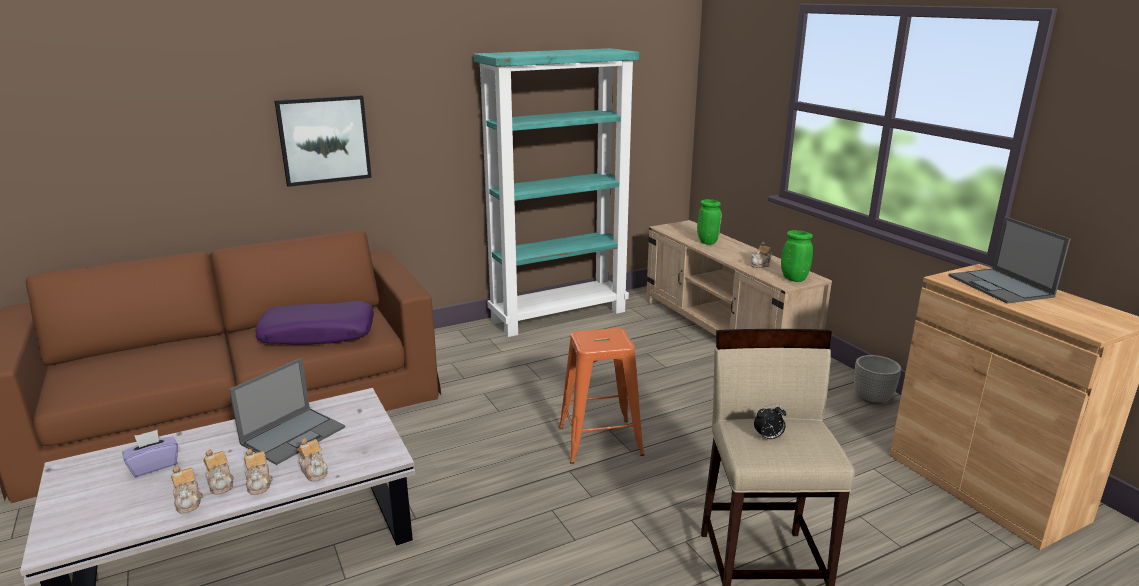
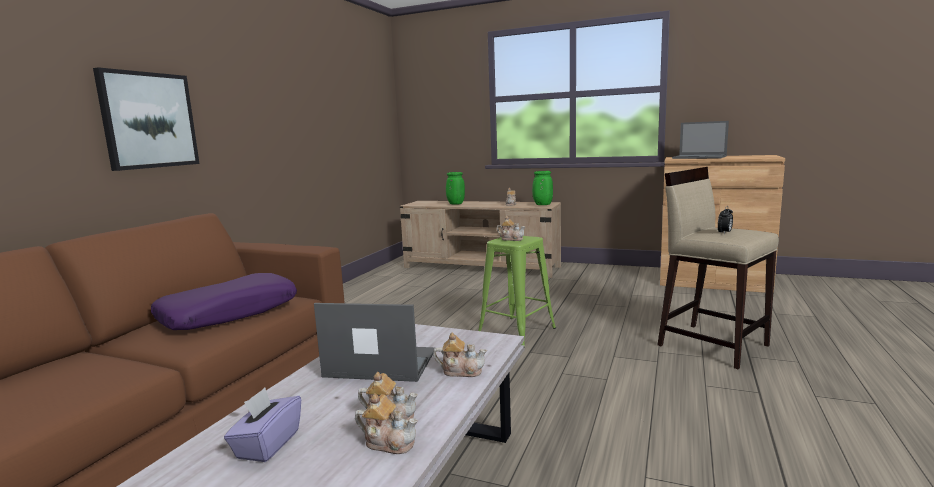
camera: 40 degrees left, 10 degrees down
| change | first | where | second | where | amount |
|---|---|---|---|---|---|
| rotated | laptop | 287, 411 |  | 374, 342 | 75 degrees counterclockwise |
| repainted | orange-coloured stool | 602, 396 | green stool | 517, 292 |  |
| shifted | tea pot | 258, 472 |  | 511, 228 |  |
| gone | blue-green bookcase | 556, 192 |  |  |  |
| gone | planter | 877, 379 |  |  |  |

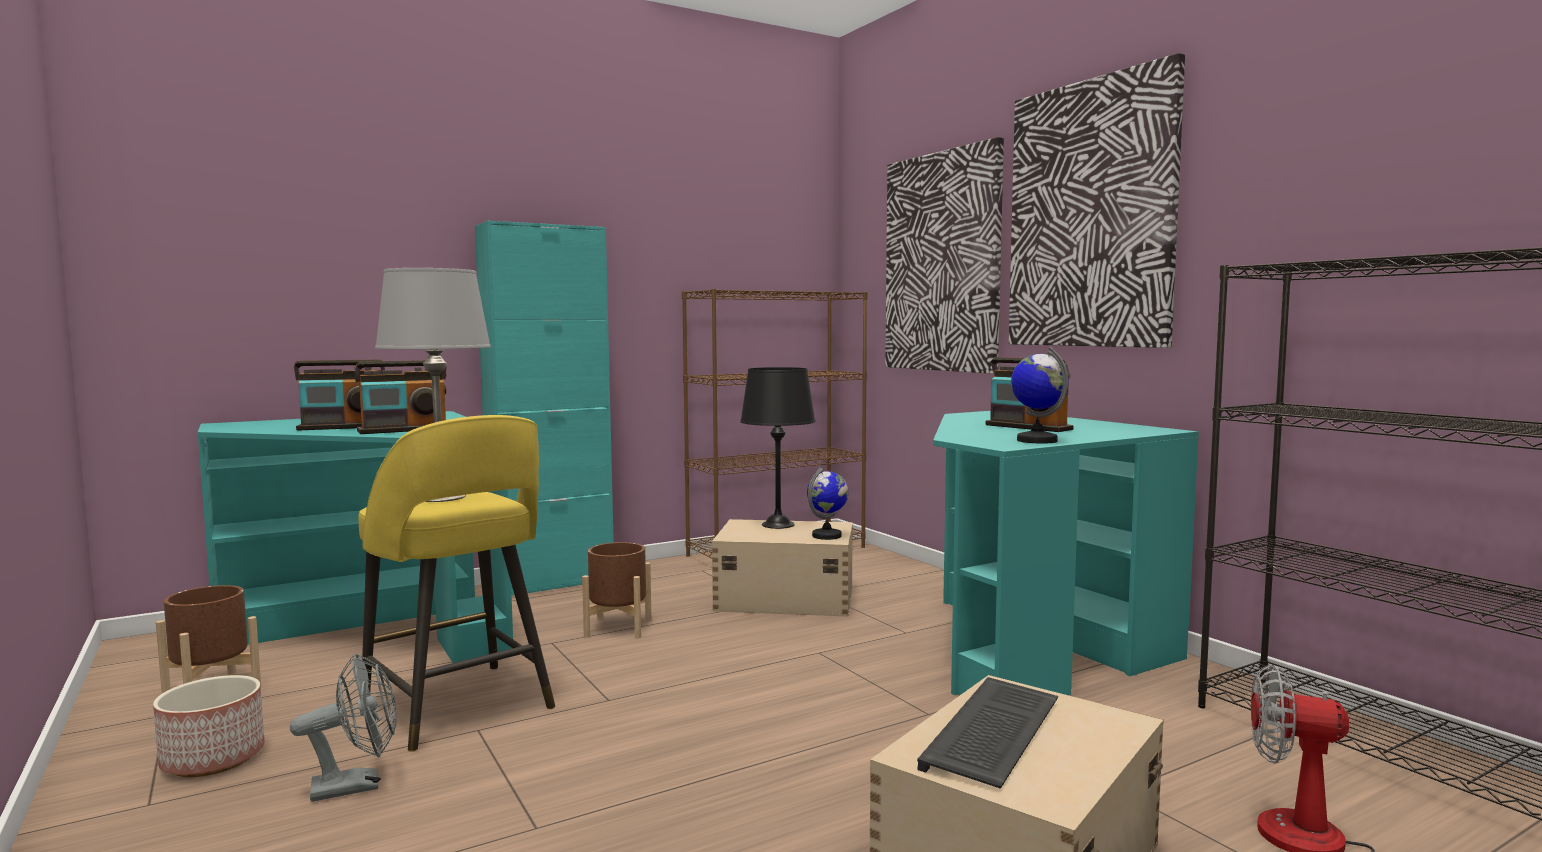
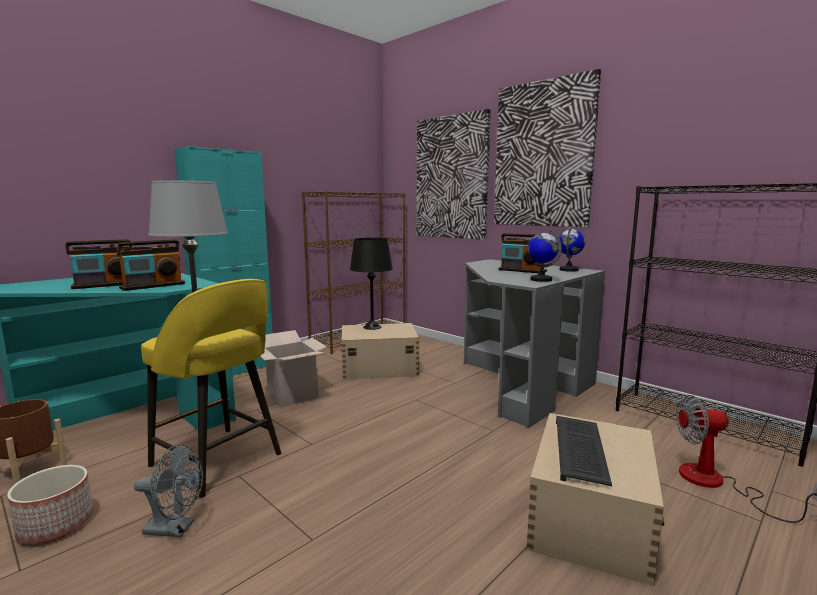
camera: 15 degrees left, 5 degrees up
| change | first | where | second | where | amount |
|---|---|---|---|---|---|
| rotated | greyish electric fan | 343, 727 |  | 168, 490 | 45 degrees clockwise |
| swapped | brown-coloured planter | 616, 590 | carton | 293, 368 |  |
| repainted | blue-green desk unit | 1066, 553 | greyish desk unit | 534, 343 |  |
| shifted | desk globe | 828, 503 |  | 572, 249 |  |

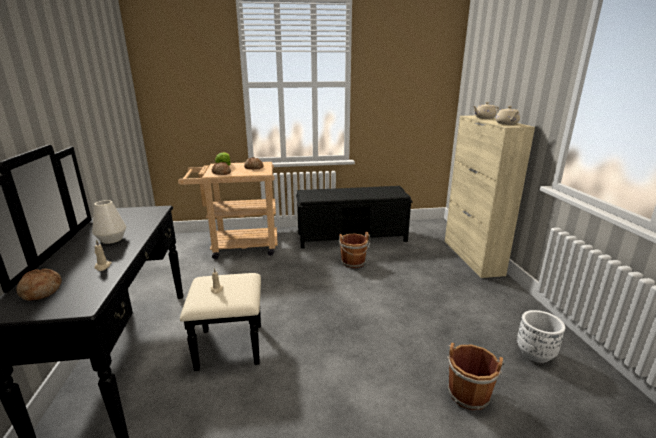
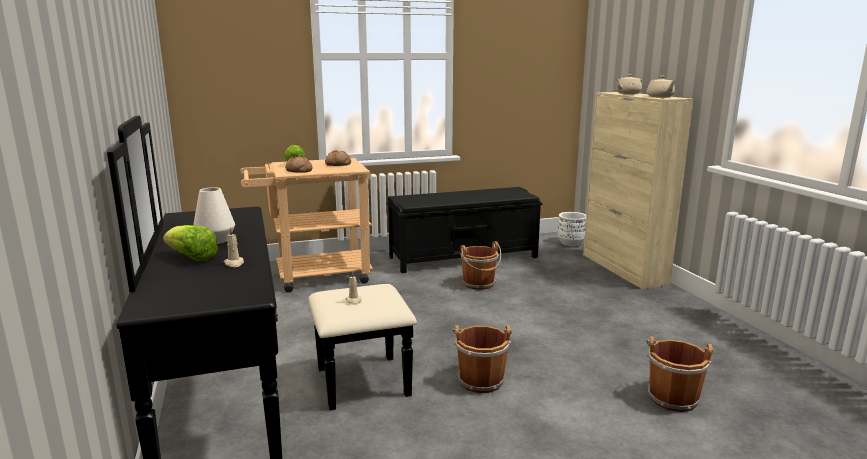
camera: 10 degrees left, 5 degrees down
| change | first | where | second | where | amount |
|---|---|---|---|---|---|
| new |  |  | lettuce head | 190, 243 |  |
| new |  |  | brown-coloured pail | 481, 359 |  |
| shifted | whitish planter | 541, 336 |  | 571, 229 |  |
| gone | baked bread | 39, 284 |  |  |  |

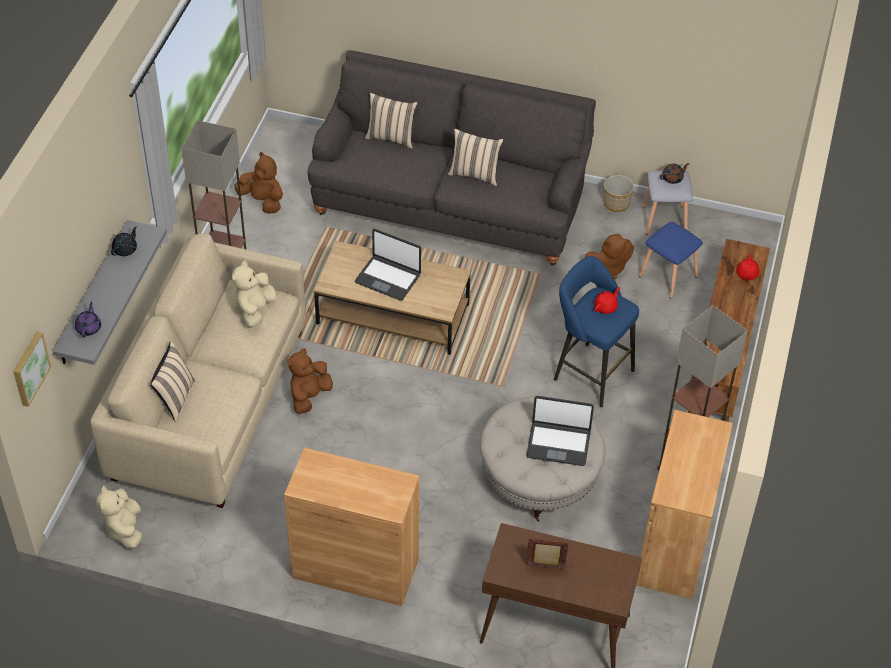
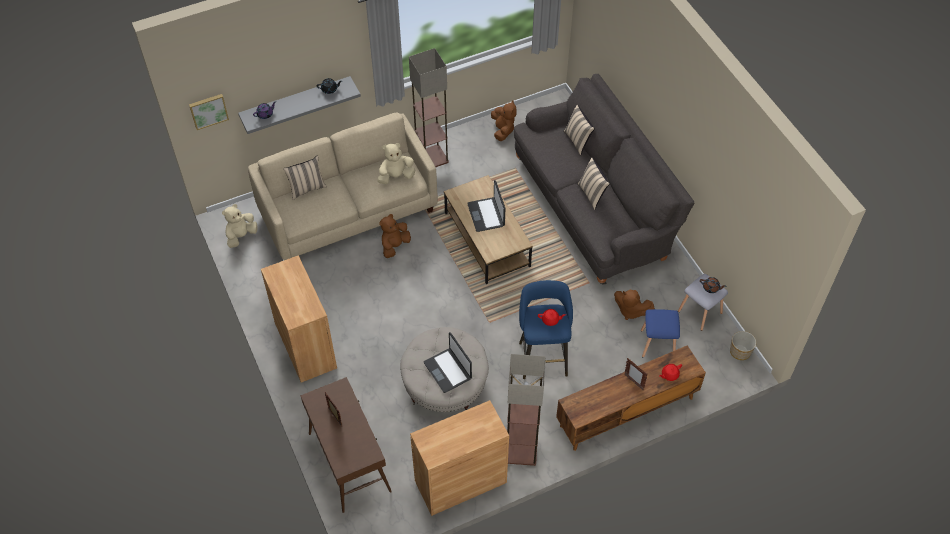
camera: 50 degrees right, 5 degrees up
| change | first | where | second | where | amount |
|---|---|---|---|---|---|
| rotated | brown-coloured plush toy | 310, 381 |  | 395, 236 | 45 degrees counterclockwise |
| new |  |  | picture frame | 636, 374 |  |
| shifted | planter | 619, 193 |  | 743, 345 |  |

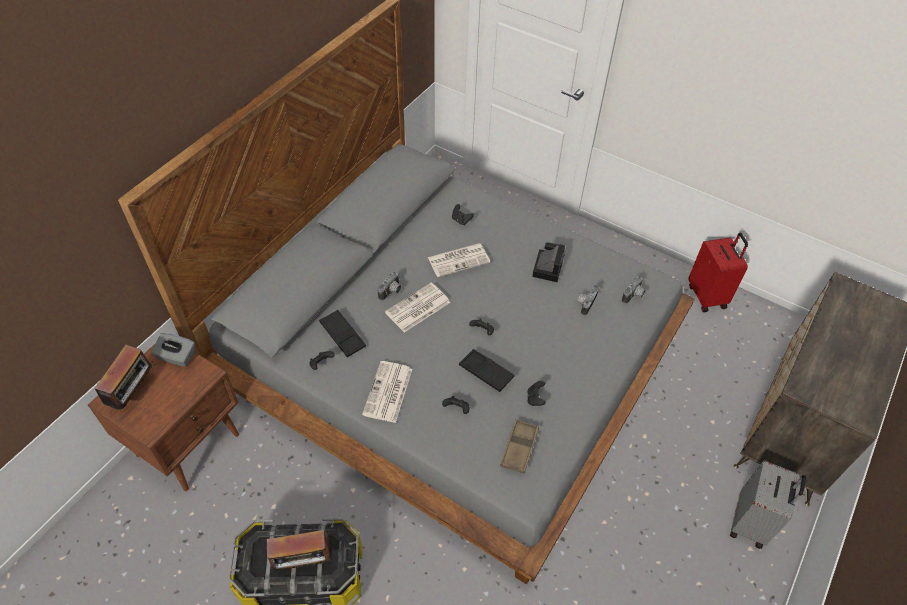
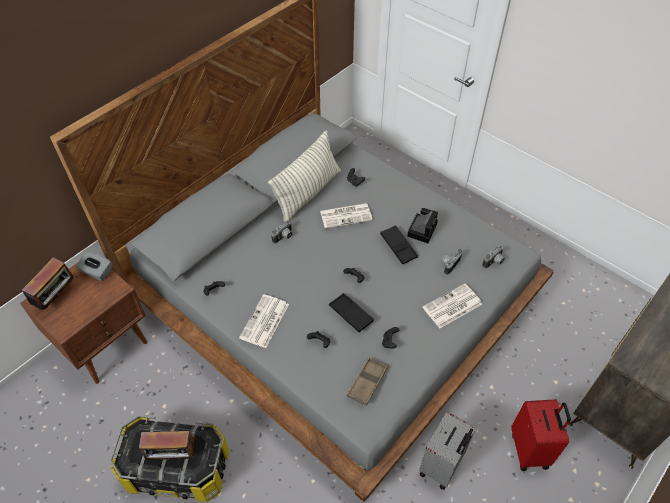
camera: 10 degrees right, 0 degrees up
| change | first | where | second | where | amount |
|---|---|---|---|---|---|
| new |  |  | throw pillow | 304, 175 |  |
| shifted | blackish serving tray | 342, 333 |  | 399, 245 |  |
| shifted | greyish suitcase | 768, 504 |  | 447, 450 |  |
| shifted | newspaper | 417, 307 |  | 452, 306 |  |
| shifted | red-coloured suitcase | 718, 272 |  | 541, 435 |  |

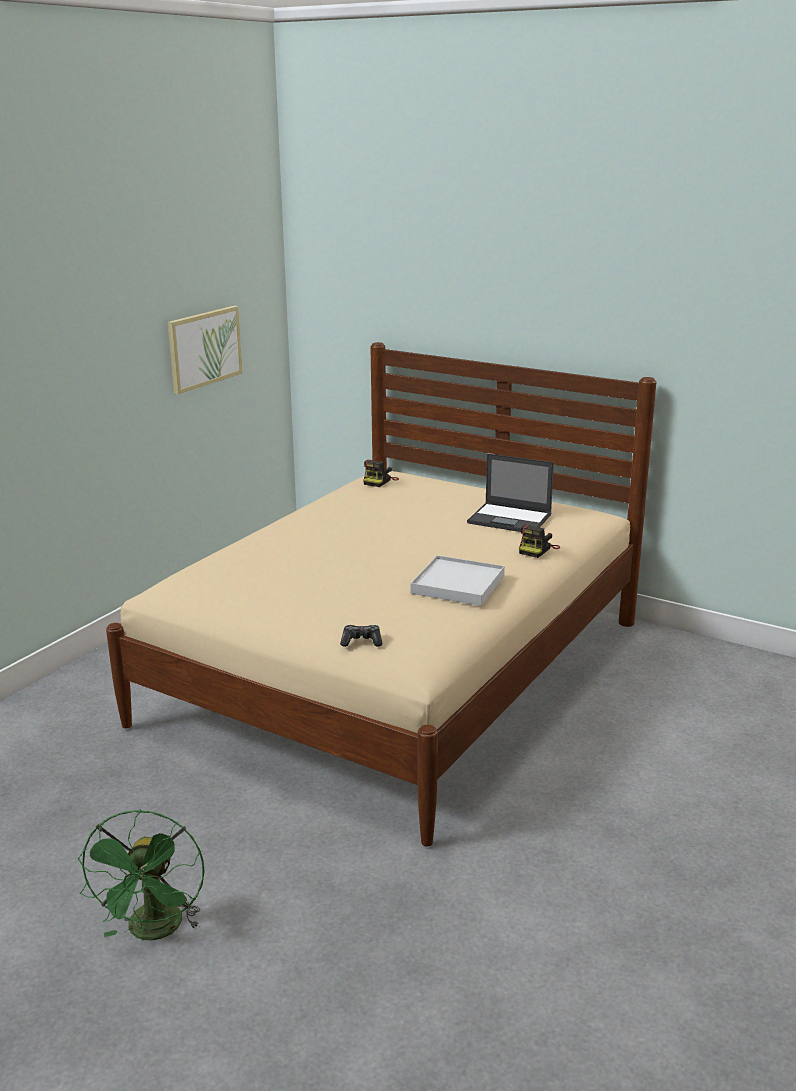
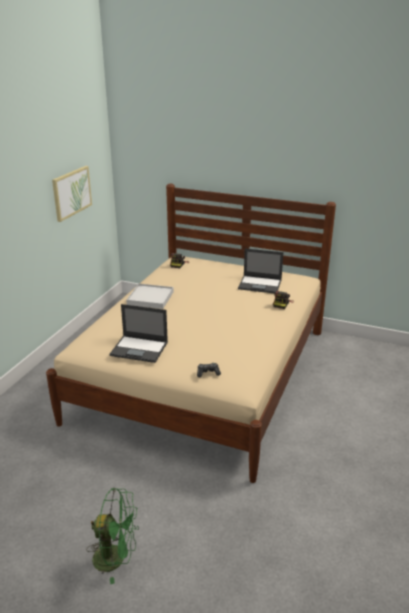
camera: 10 degrees left, 5 degrees up
| change | first | where | second | where | amount |
|---|---|---|---|---|---|
| rotated | green electric fan | 141, 874 |  | 112, 536 | 75 degrees counterclockwise |
| new |  |  | laptop | 138, 333 |  |
| shifted | whitish serving tray | 457, 580 |  | 150, 296 |  |

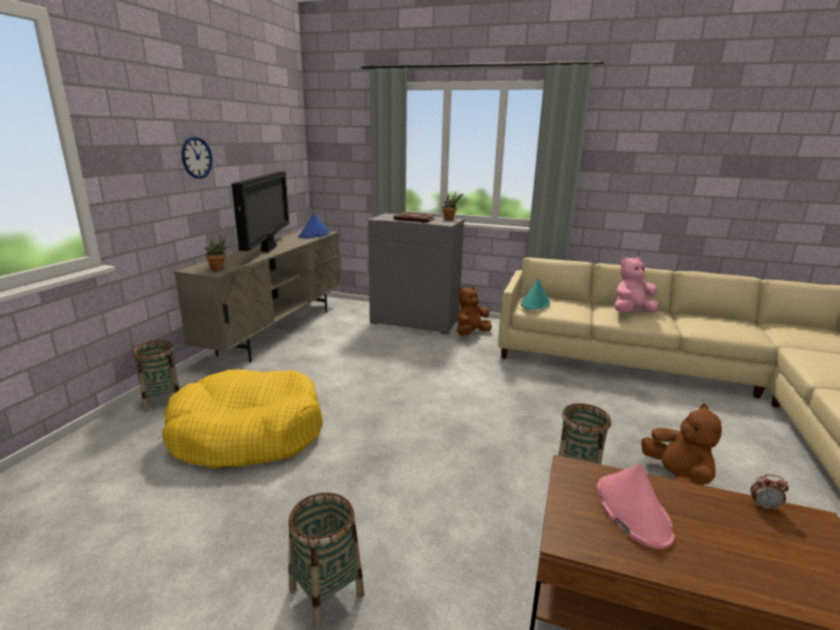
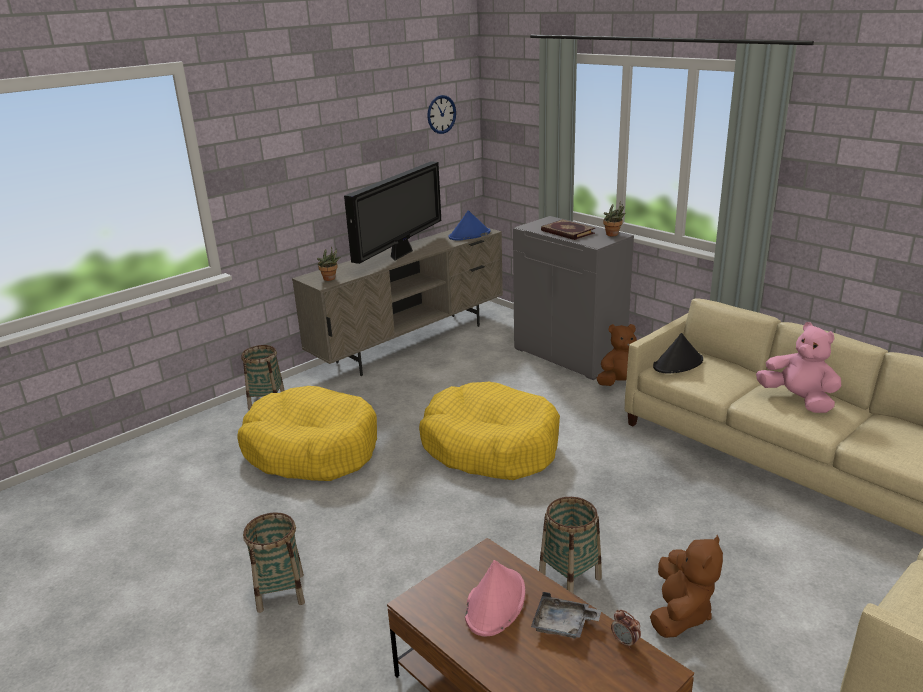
camera: 30 degrees right, 5 degrees up
| change | first | where | second | where | amount |
|---|---|---|---|---|---|
| new |  |  | yellow dog cushion | 489, 431 |  |
| shifted | clock on the wall | 197, 157 |  | 441, 114 |  |
| new |  |  | greyish serving tray | 566, 615 |  |
| repainted | blue-green clothing hat | 535, 294 | blackish clothing hat | 678, 353 |  |
| rotated | pink-coloured plush toy | 636, 284 |  | 798, 367 | 45 degrees clockwise |

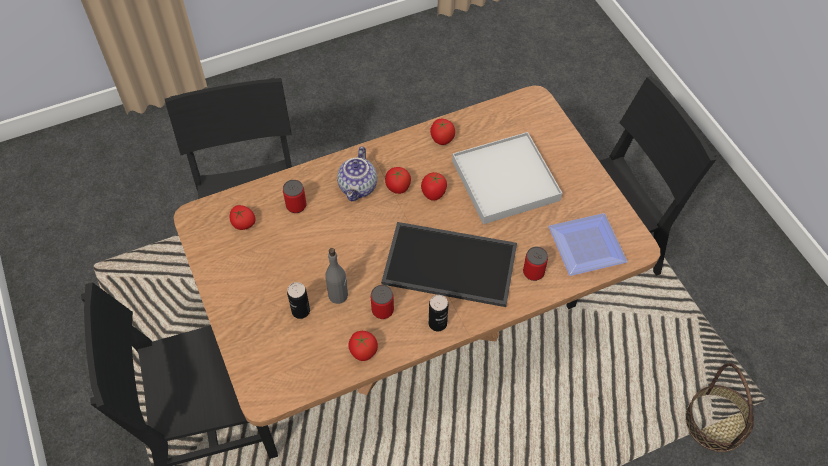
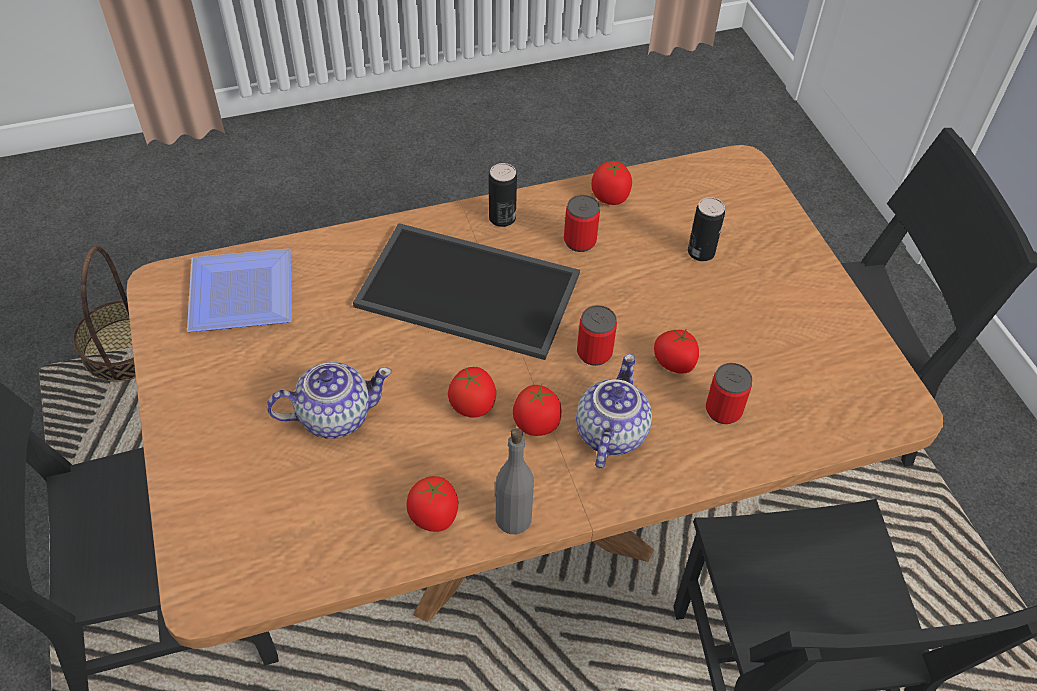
camera: 175 degrees left, 5 degrees down
| change | first | where | second | where | amount |
|---|---|---|---|---|---|
| swapped | whitish serving tray | 507, 178 | tea pot | 329, 400 |  |
| shifted | greyish bottle | 336, 276 |  | 514, 481 |  |
| shifted | can | 535, 264 |  | 597, 335 |  |
| shifted | whole tomato | 243, 217 |  | 676, 351 |  |

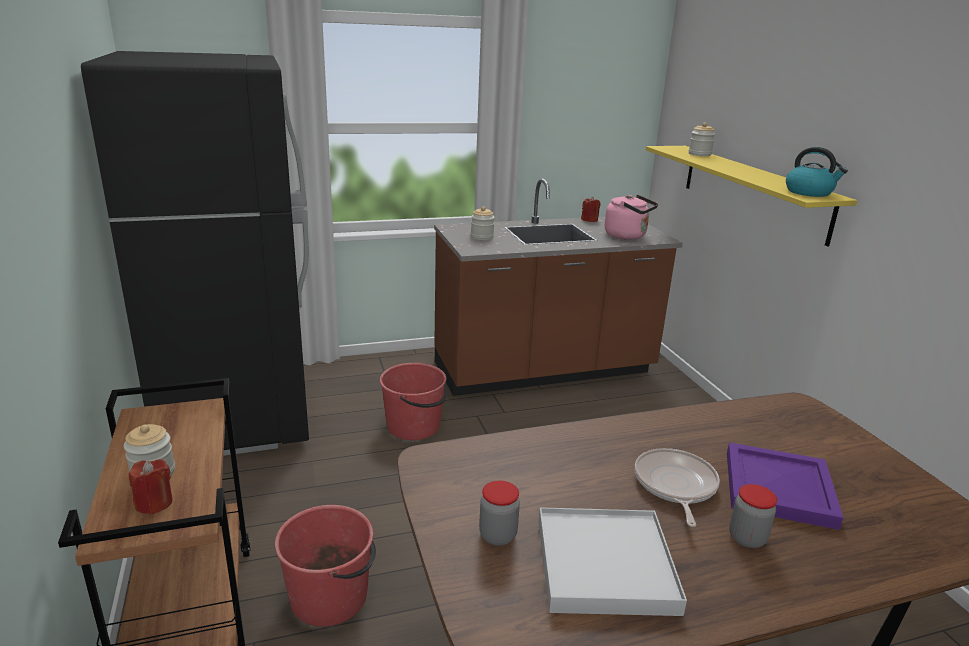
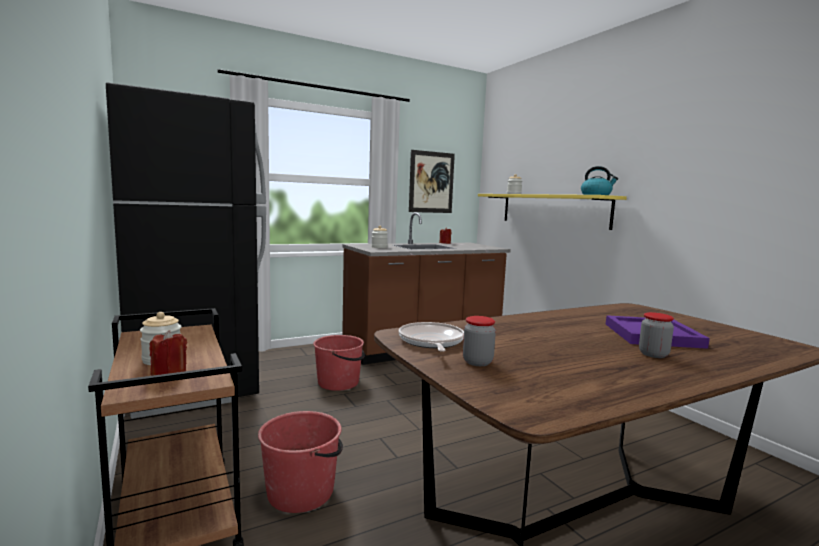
camera: 10 degrees left, 15 degrees down
| change | first | where | second | where | amount |
|---|---|---|---|---|---|
| shifted | frying pan | 677, 487 |  | 431, 337 |  |
| new |  |  | wall picture | 432, 181 |  |
| gone | whitish serving tray | 612, 561 |  |  |  |
| gone | pink-coloured tea kettle | 631, 217 |  |  |  |

